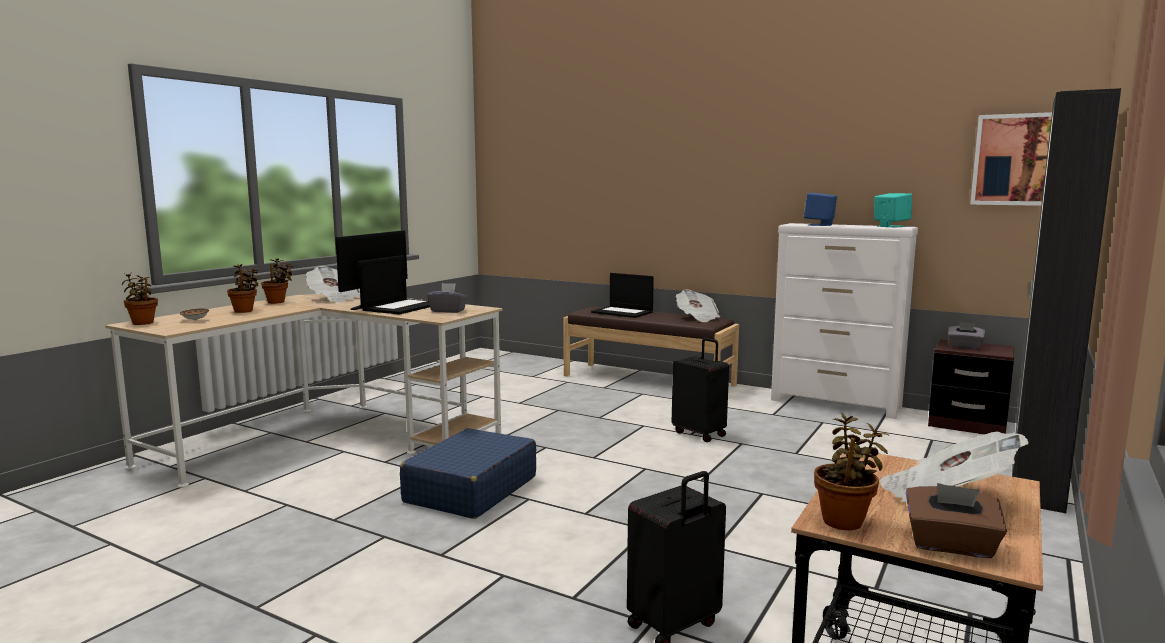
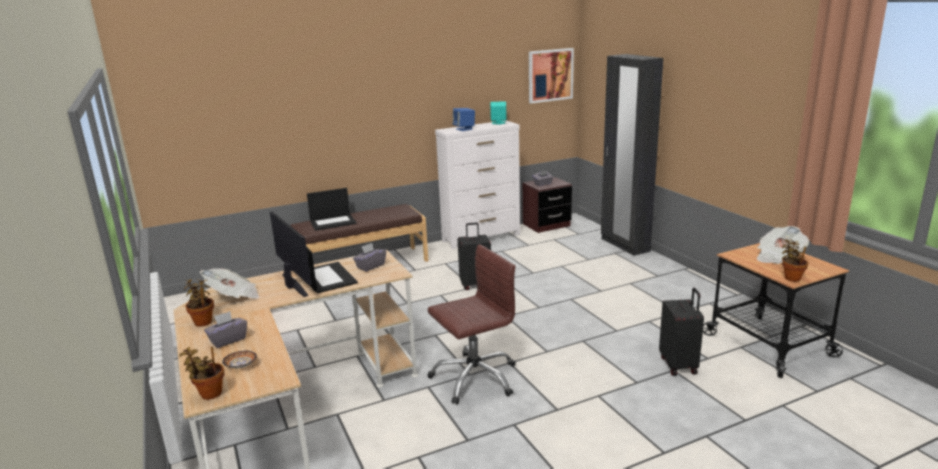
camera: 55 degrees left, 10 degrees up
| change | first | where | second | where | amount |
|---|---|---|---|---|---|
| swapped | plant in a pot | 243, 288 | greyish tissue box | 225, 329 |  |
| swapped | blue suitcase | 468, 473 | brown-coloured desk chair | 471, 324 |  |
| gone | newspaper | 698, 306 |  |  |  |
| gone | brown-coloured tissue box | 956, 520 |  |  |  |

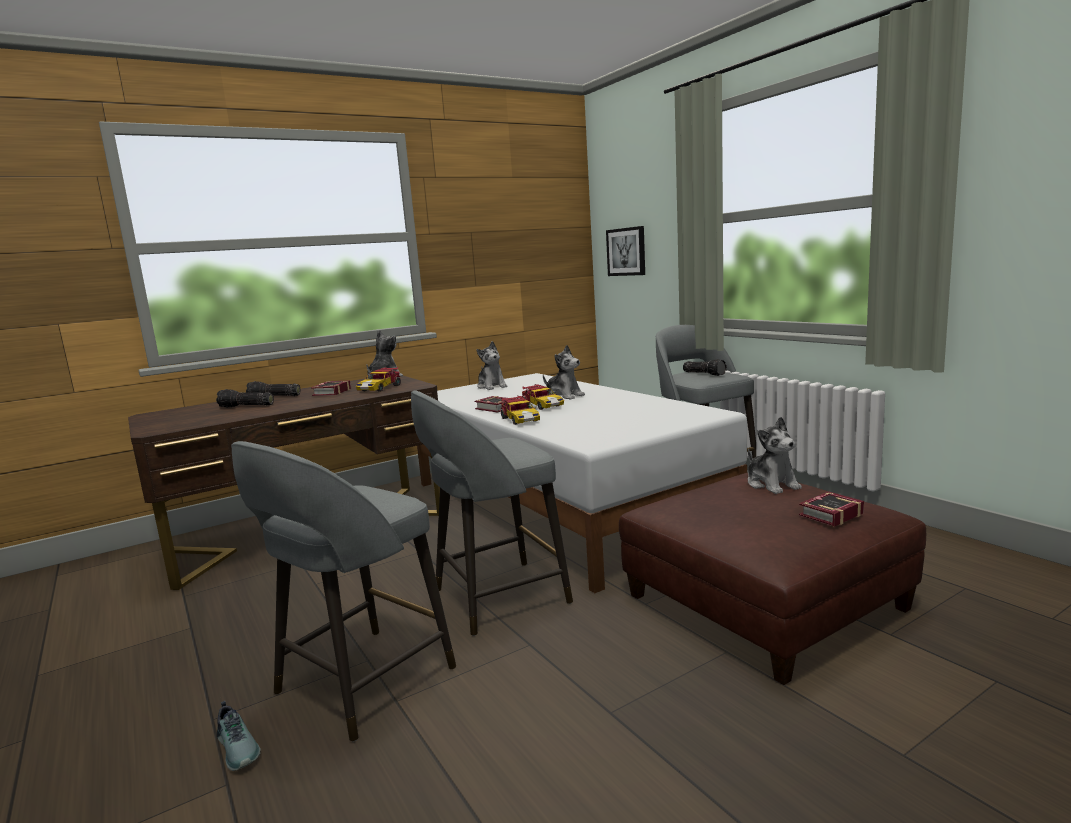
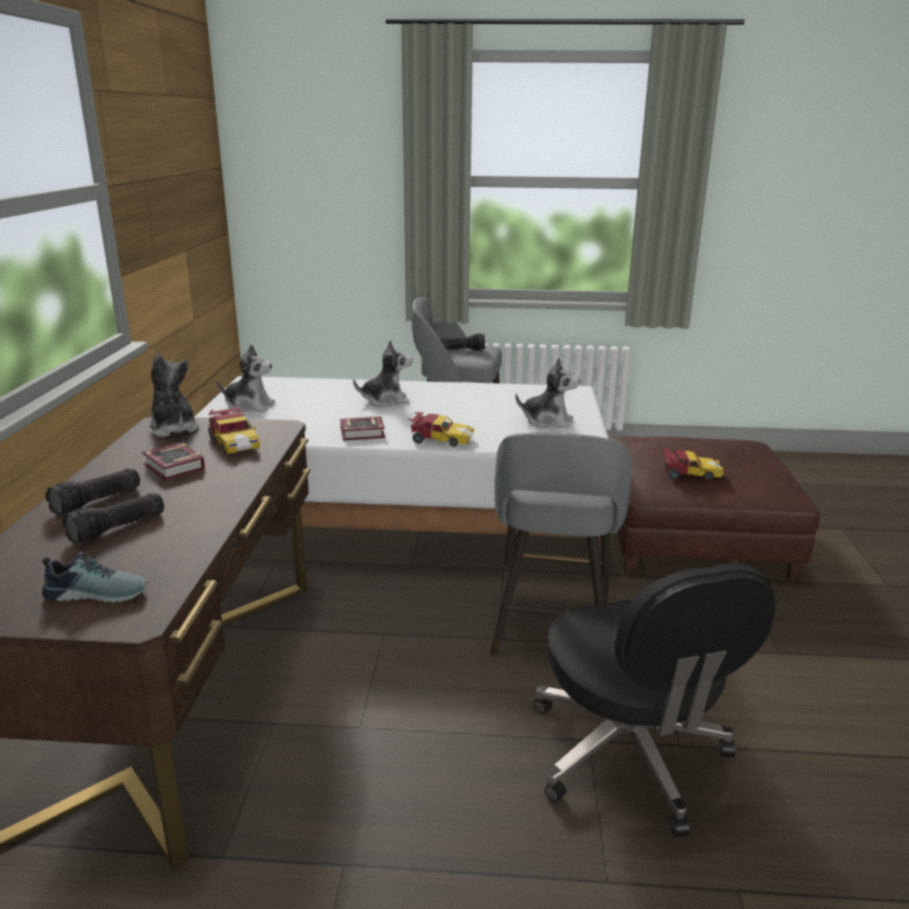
camera: 55 degrees left, 10 degrees up
| change | first | where | second | where | amount |
|---|---|---|---|---|---|
| shifted | item of footwear | 239, 736 |  | 95, 577 |  |
| shifted | plush toy | 775, 455 |  | 547, 393 |  |
| swapped | greyish stool | 343, 591 | blackish desk chair | 654, 700 |  |
| shifted | miniature car | 543, 397 |  | 692, 464 |  |
| gone | wall picture | 625, 251 |  |  |  |
| gone | book | 831, 508 |  |  |  |

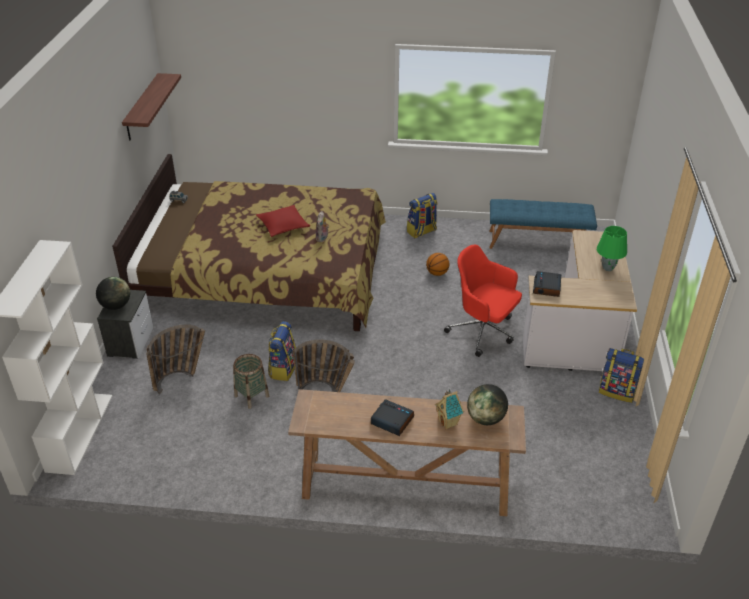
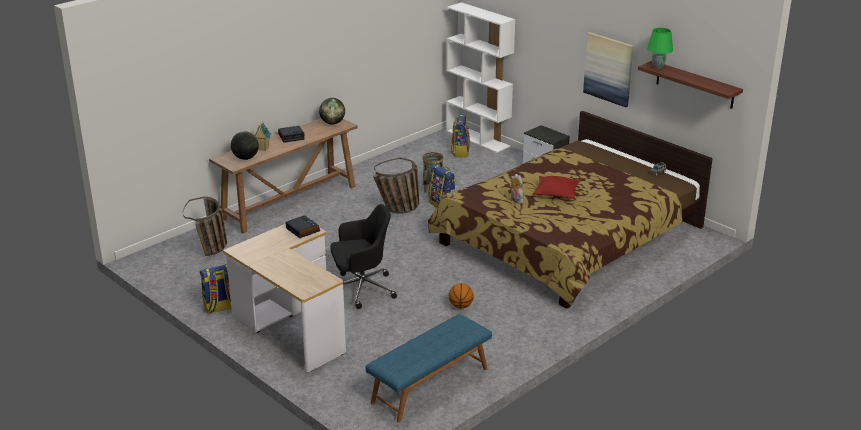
camera: 130 degrees right, 10 degrees down
| change | first | where | second | where | amount |
|---|---|---|---|---|---|
| shifted | storage basket | 175, 359 |  | 205, 226 |  |
| shifted | desk globe | 113, 293 |  | 332, 111 |  |
| repainted | red-coloured desk chair | 483, 300 | blackish desk chair | 363, 256 |  |
| shifted | rucksack | 422, 215 |  | 460, 135 |  |
| new |  |  | wall picture | 608, 69 |  |
| shifted | green tabletop lamp | 612, 248 |  | 660, 48 |  |

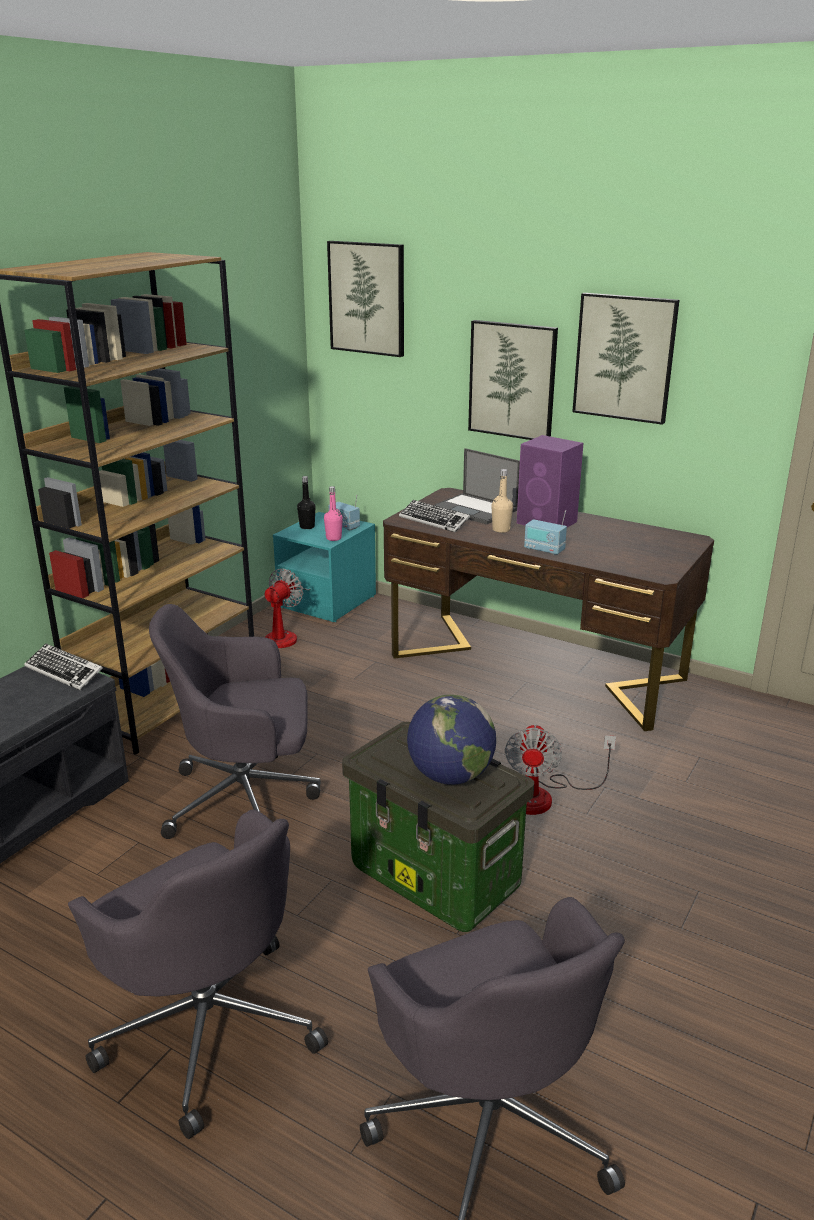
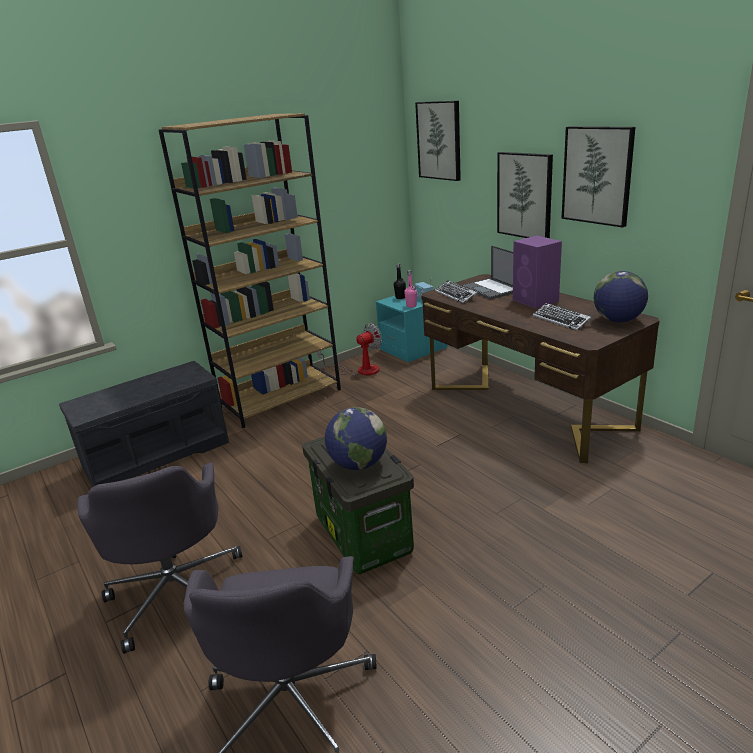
camera: 25 degrees right, 0 degrees up
| change | first | where | second | where | amount |
|---|---|---|---|---|---|
| shifted | keyboard | 63, 667 |  | 562, 317 |  |
| new |  |  | desk globe | 621, 296 |  |
| gone | greyish desk chair | 235, 721 |  |  |  |
| gone | beige-coloured bottle | 502, 501 |  |  |  |
| gone | electric fan | 560, 769 |  |  |  |
| gone | radio receiver | 545, 532 |  |  |  |

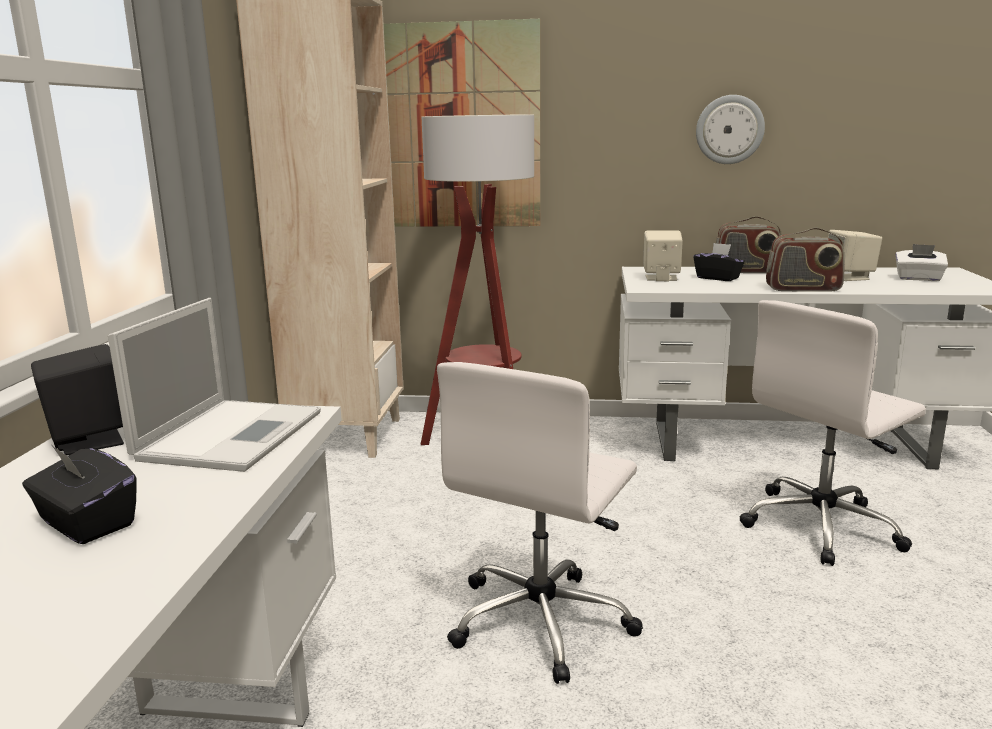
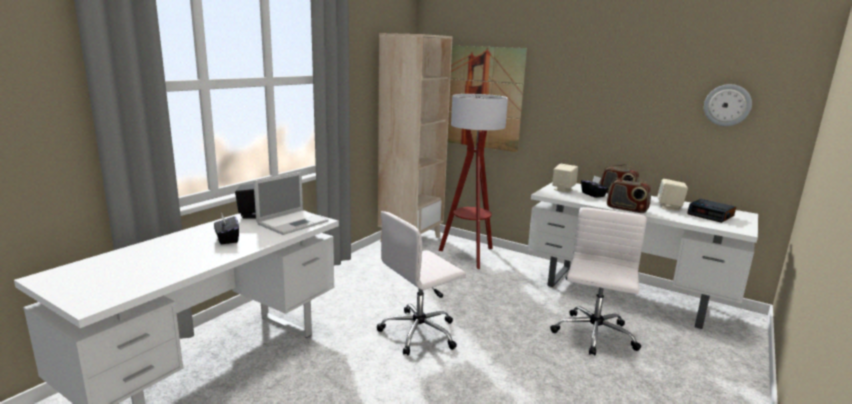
camera: 25 degrees right, 0 degrees up
| change | first | where | second | where | amount |
|---|---|---|---|---|---|
| rotated | whitish desk chair | 832, 433 |  | 598, 281 | 120 degrees clockwise |
| swapped | whitish tissue box | 922, 262 | bedside clock | 711, 211 |  |
| shifted | clock on the wall | 730, 129 |  | 728, 105 |  |

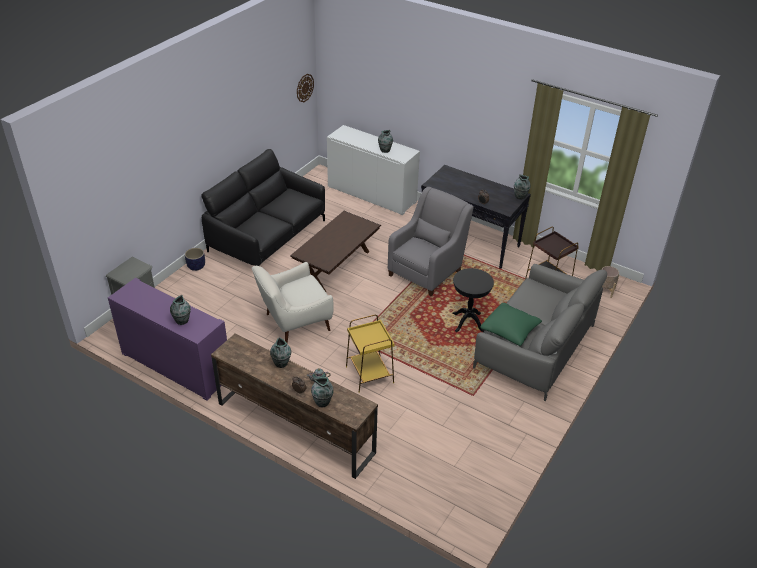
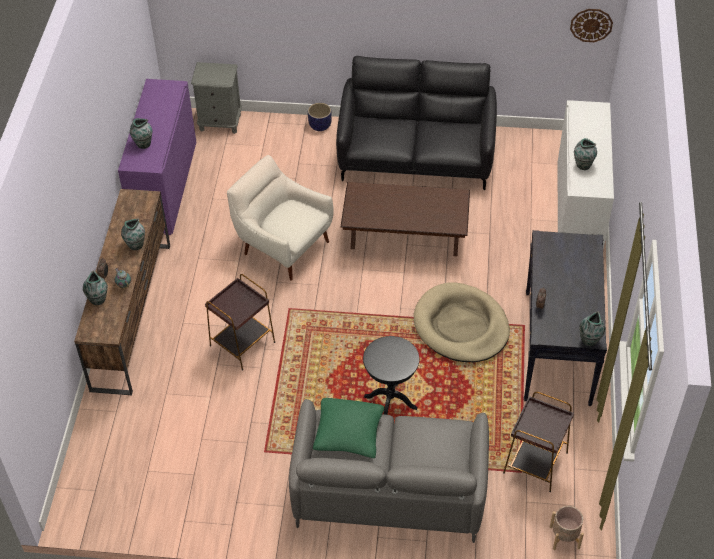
camera: 65 degrees right, 10 degrees up
| change | first | where | second | where | amount |
|---|---|---|---|---|---|
| repainted | yellow end table | 370, 354 | brown-coloured end table | 240, 322 |  |
| swapped | greyish lounge chair | 431, 241 | beige-coloured dog cushion | 462, 322 |  |

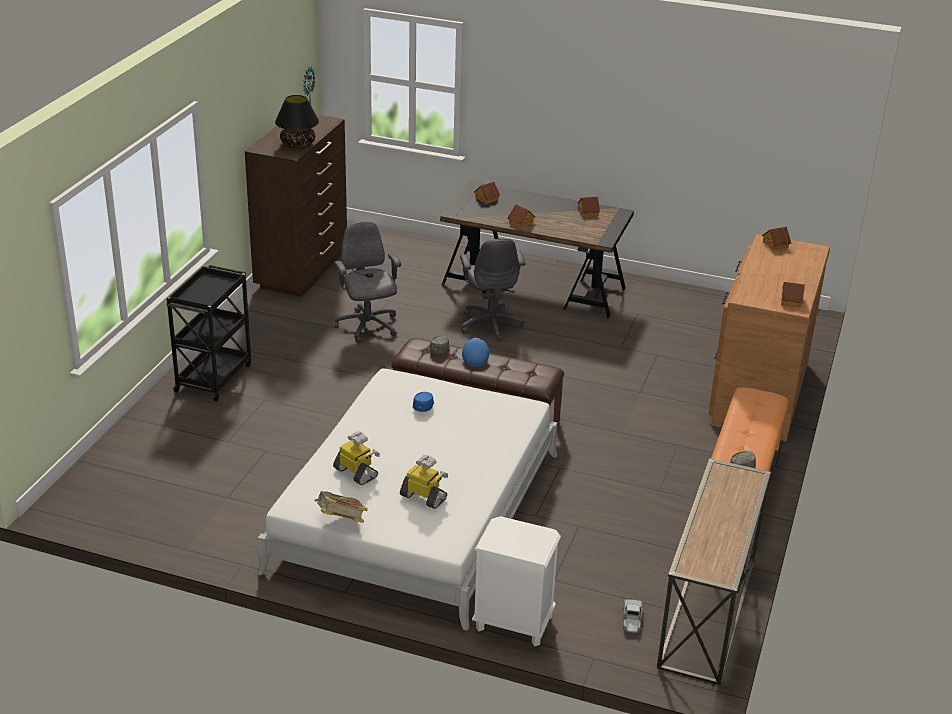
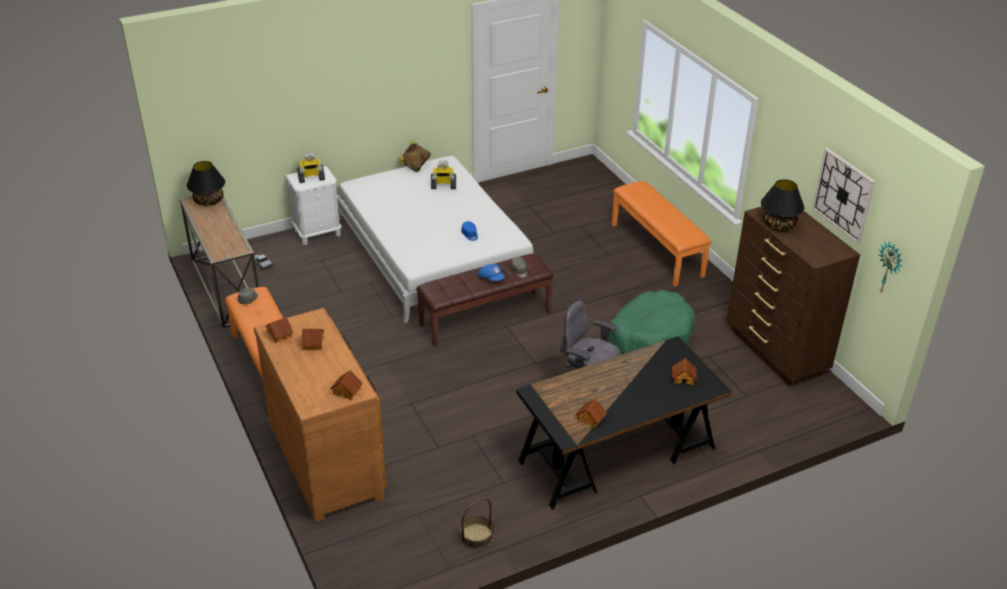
camera: 135 degrees right, 5 degrees up
| change | first | where | second | where | amount |
|---|---|---|---|---|---|
| new |  |  | blackish tabletop lamp | 206, 183 |  |
| shifted | toy robot | 424, 482 |  | 311, 167 |  |
| shifted | miniature house | 521, 216 |  | 313, 339 |  |
| new |  |  | storage basket | 477, 523 |  |
| swapped | greyish desk chair | 367, 282 | green dog cushion | 651, 322 |  |
| swapped | blackish trolley | 208, 333 | orange-coloured long seat | 662, 233 |  |
| new |  |  | clock on the wall | 844, 196 |  |

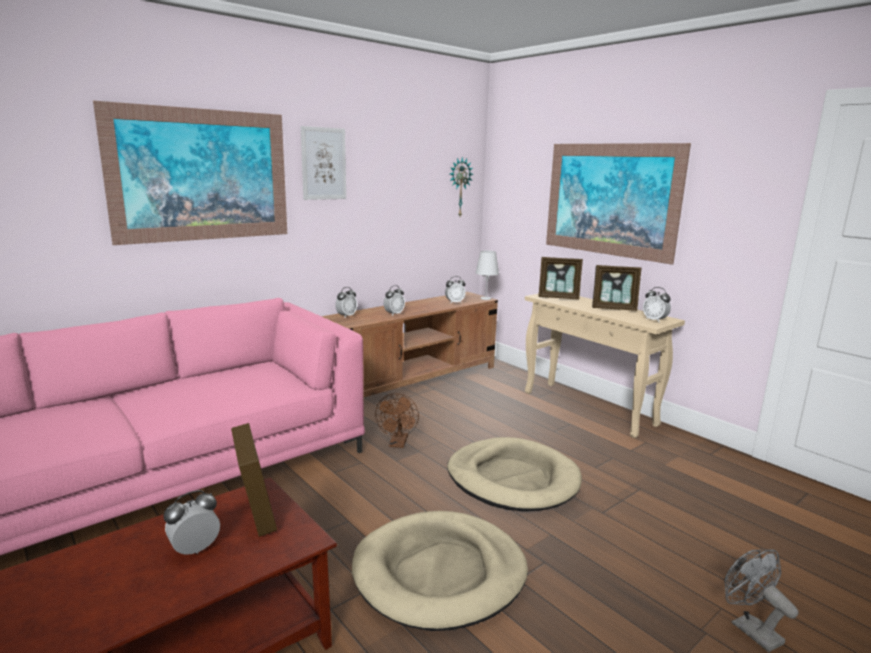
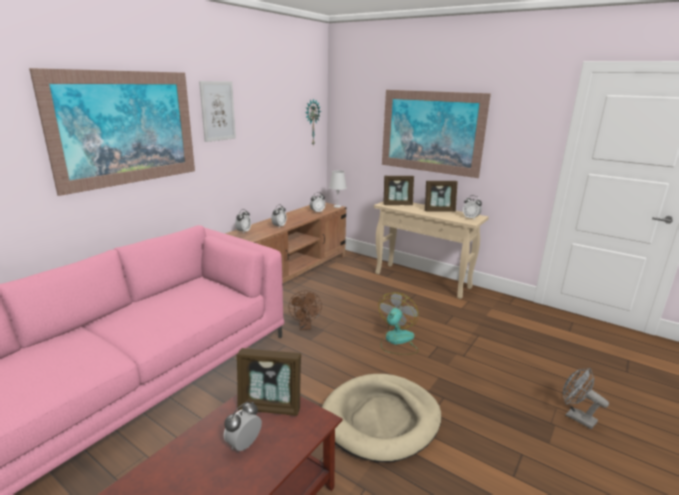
camera: 15 degrees left, 5 degrees up
| change | first | where | second | where | amount |
|---|---|---|---|---|---|
| rotated | picture frame | 254, 480 |  | 269, 382 | 135 degrees clockwise |
| swapped | beige-coloured dog cushion | 514, 474 | electric fan | 398, 323 |  |

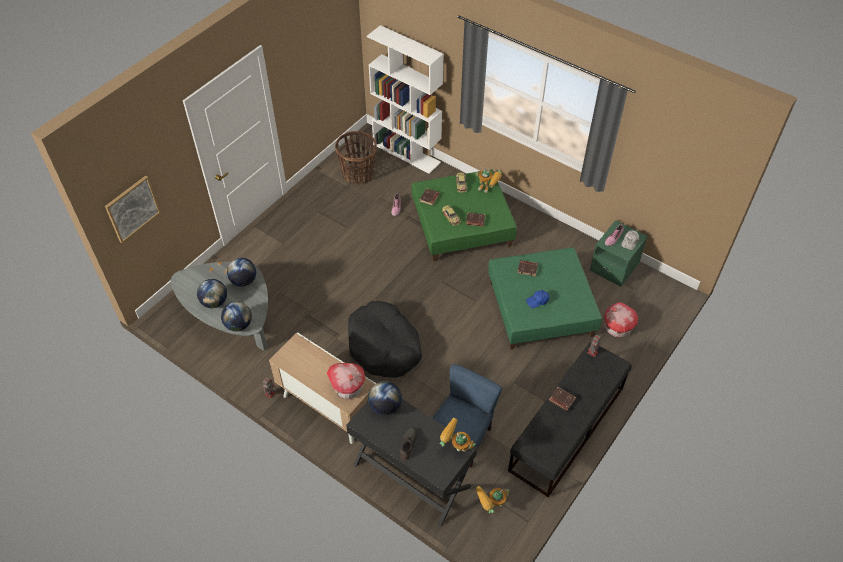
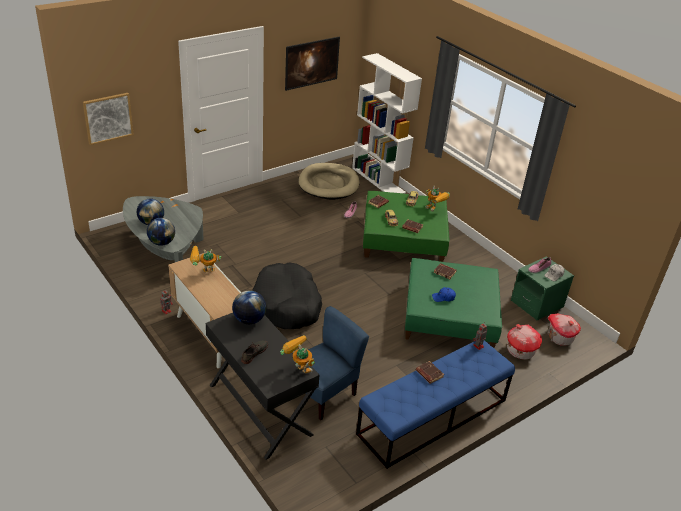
camera: 15 degrees right, 15 degrees down
| change | first | where | second | where | amount |
|---|---|---|---|---|---|
| shifted | toy robot | 492, 499 |  | 205, 259 |  |
| new |  |  | wall picture | 312, 64 |  |
| swapped | storage basket | 356, 158 | beige-coloured dog cushion | 329, 181 |  |
| repainted | blackish long seat | 570, 419 | blue long seat | 435, 404 |  |
| shifted | miniature house | 346, 381 |  | 564, 329 |  |
| gone | desk globe | 241, 272 |  |  |  |

